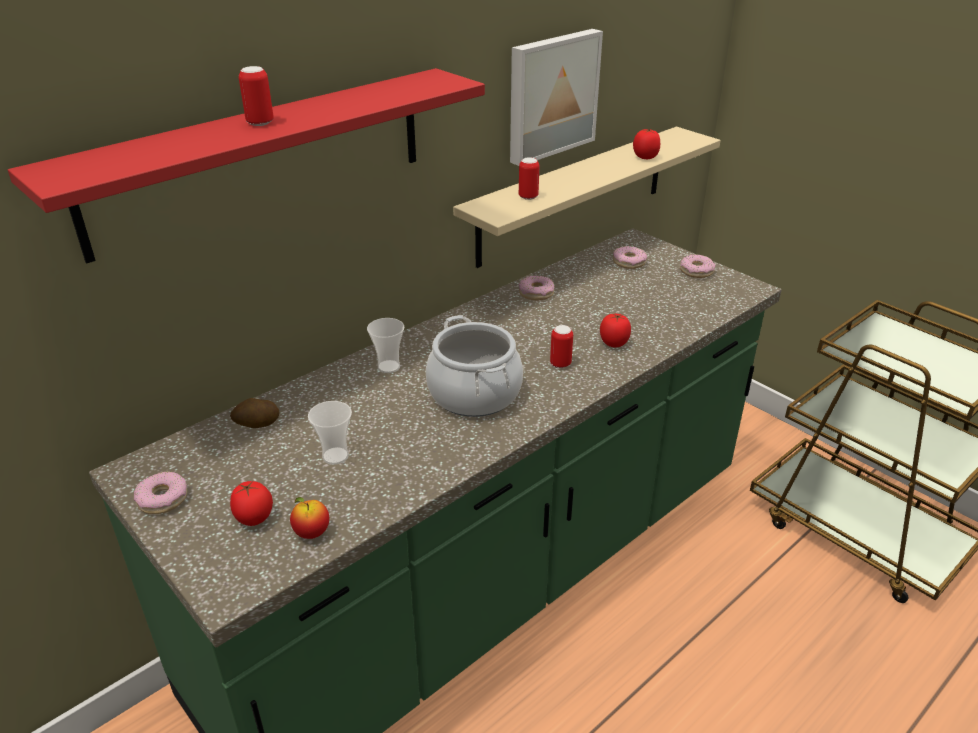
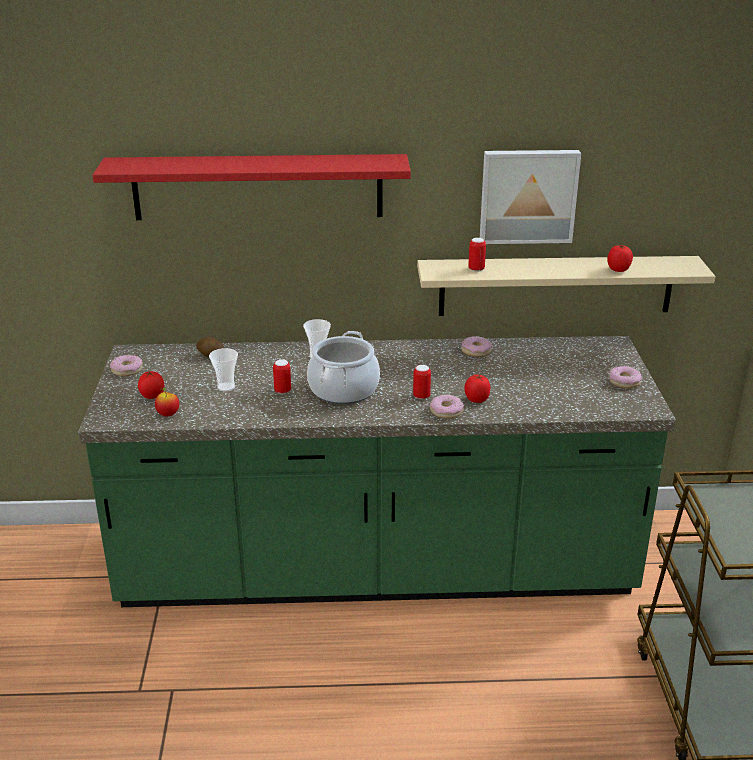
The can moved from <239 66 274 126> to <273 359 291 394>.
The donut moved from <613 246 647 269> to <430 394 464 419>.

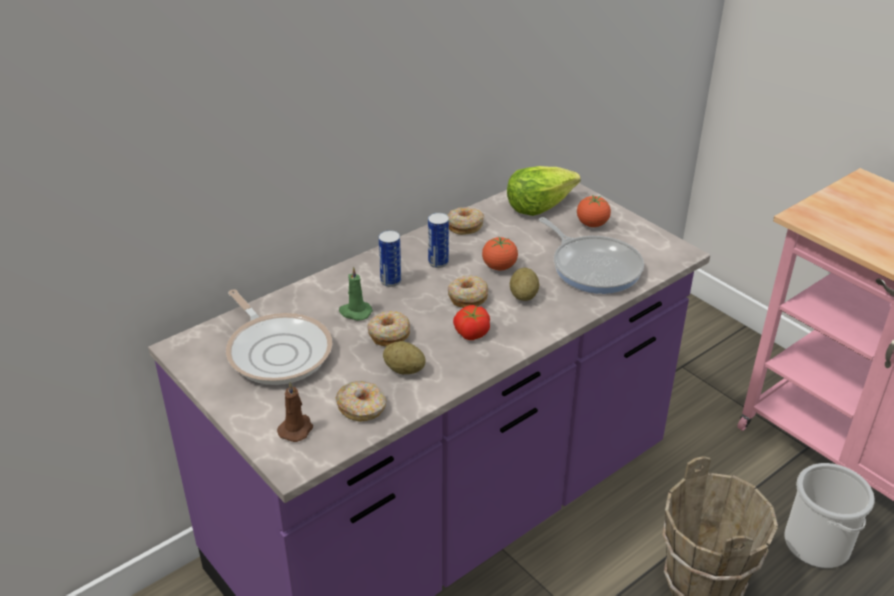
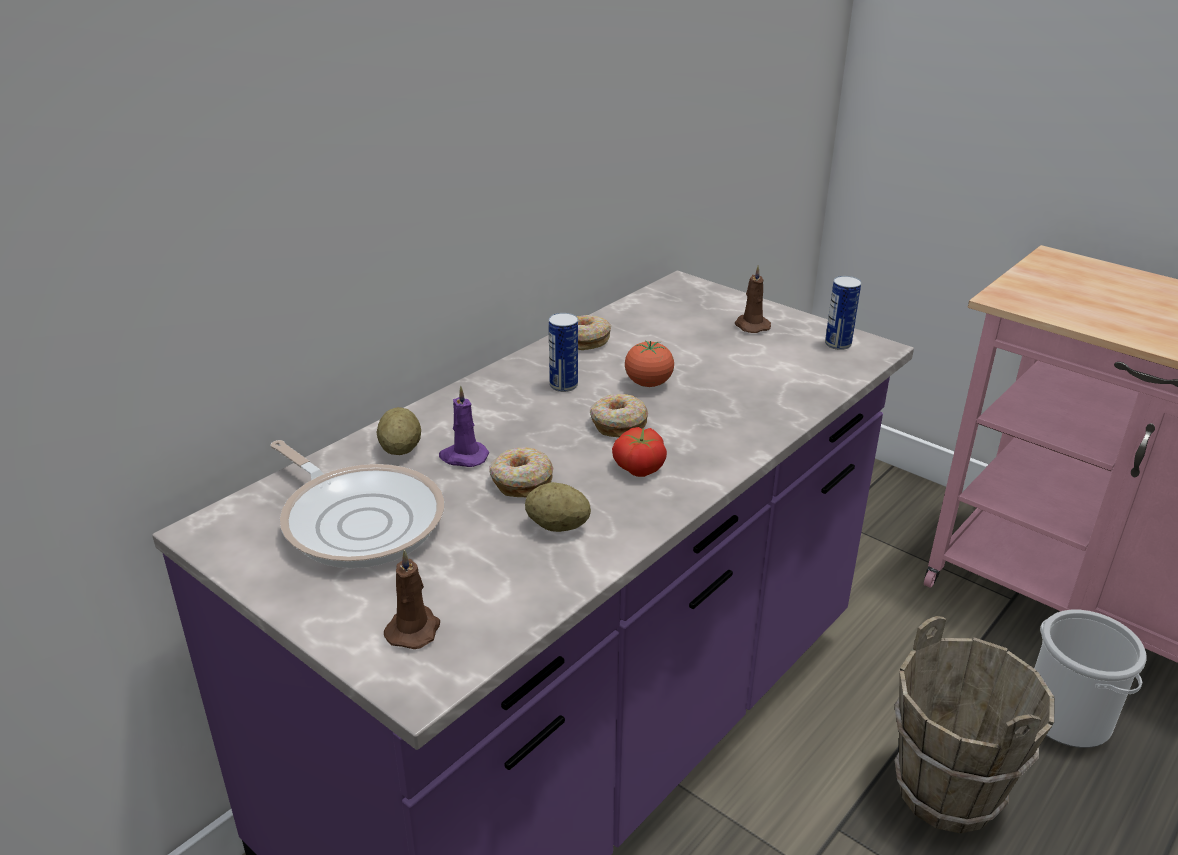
The lettuce at <507 166 581 216> disappeared.
The tomato at <577 195 611 227> was replaced by the brown candle at <735 265 771 333>.
The frying pan at <539 217 644 294> disappeared.
The can moved from <379 230 401 287> to <825 276 861 350>.
The green candle at <339 266 373 321> became the purple candle at <439 386 489 467>.
The potato moved from <510 268 539 301> to <377 407 421 455>.
The donut at <336 381 387 422> disappeared.

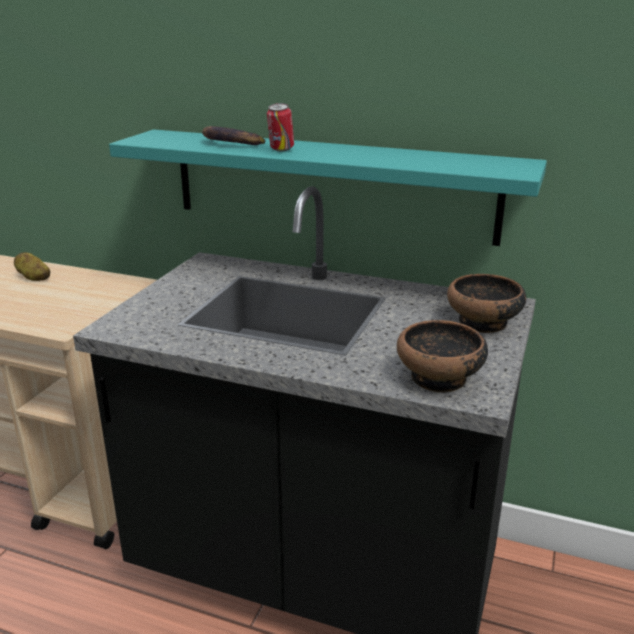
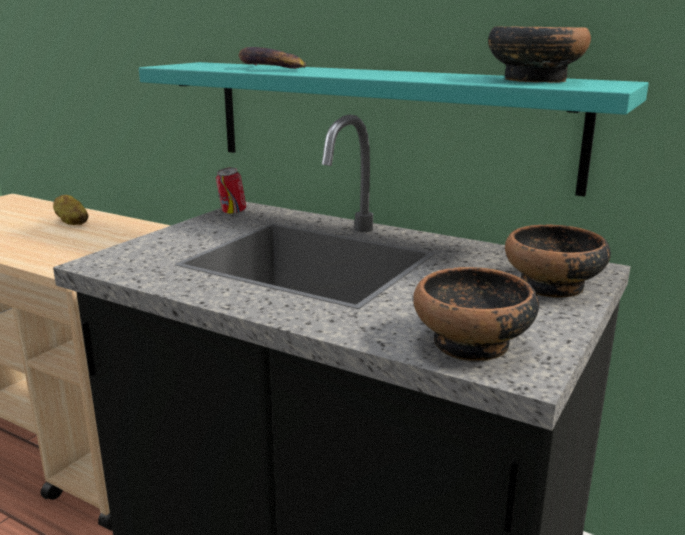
The can moved from <267 103 294 152> to <216 167 246 215>.
The bowl at <488 26 591 83> appeared.

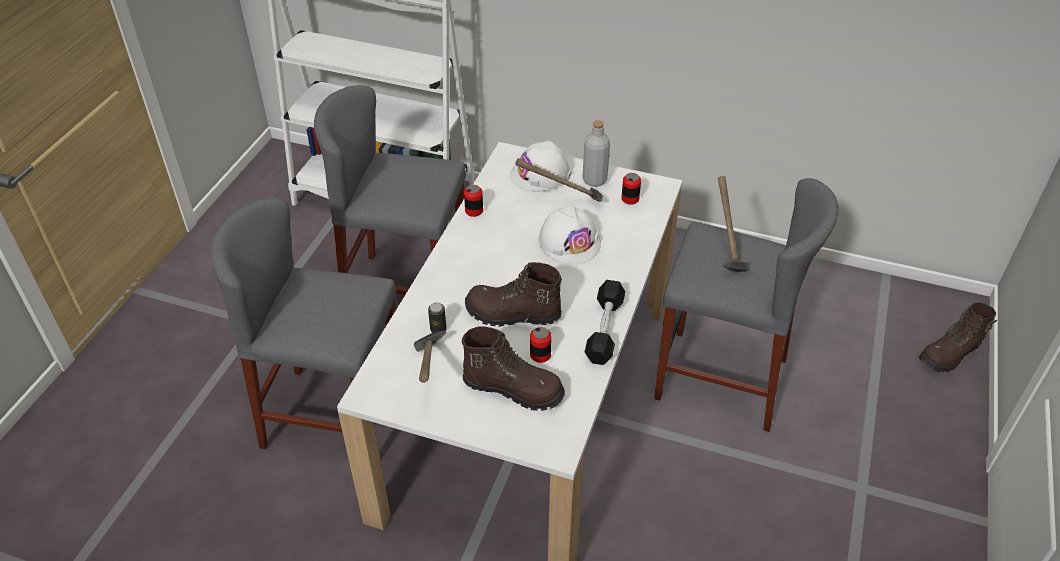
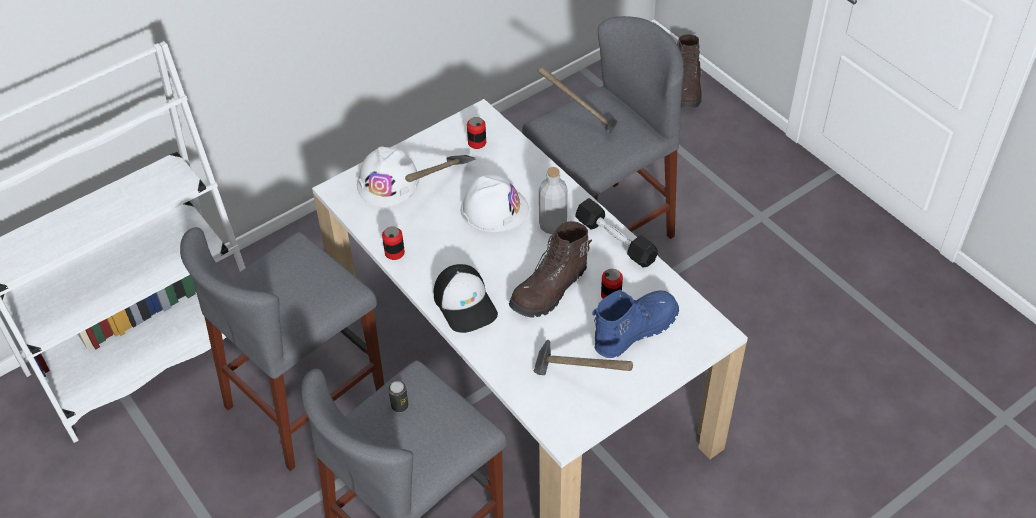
The grey bottle moved from <582 120 610 187> to <539 167 568 234>.
The can moved from <428 302 447 333> to <388 381 408 413>.
The brown boot at <462 326 565 411> became the blue boot at <592 290 679 358>.
The cap at <434 264 498 333> appeared.

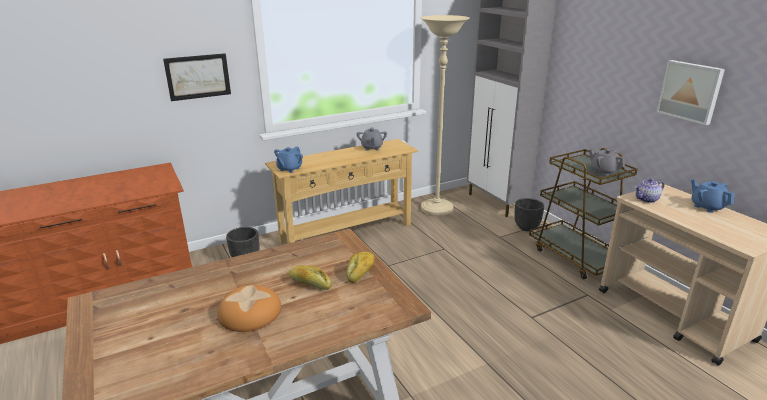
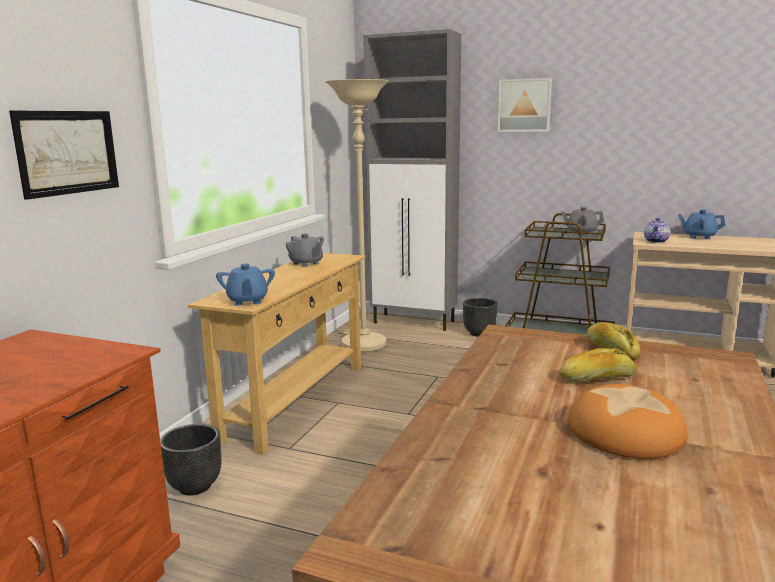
The picture moved from <657 60 725 125> to <498 78 552 132>.

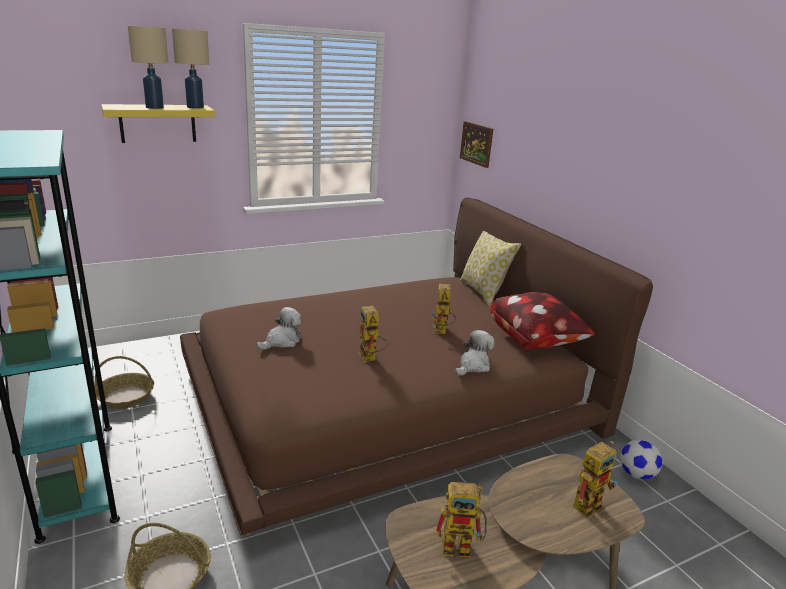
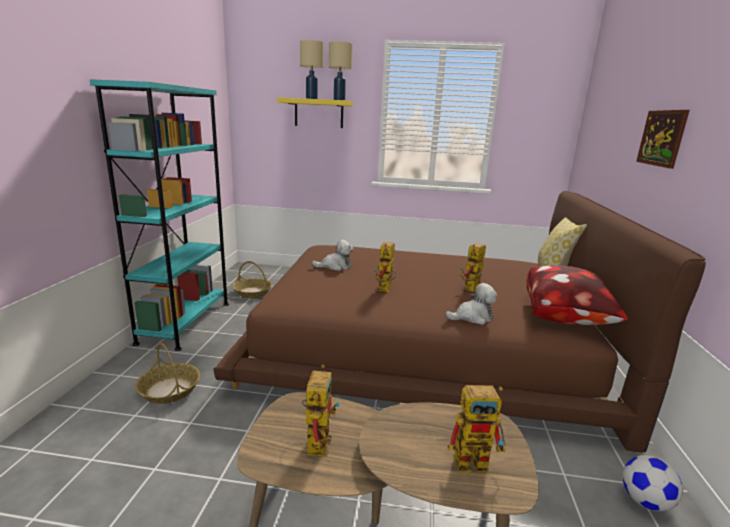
The picture moved from <460 121 493 168> to <636 110 690 169>.
The toy robot at <434 482 487 558> turned 120 degrees counterclockwise.

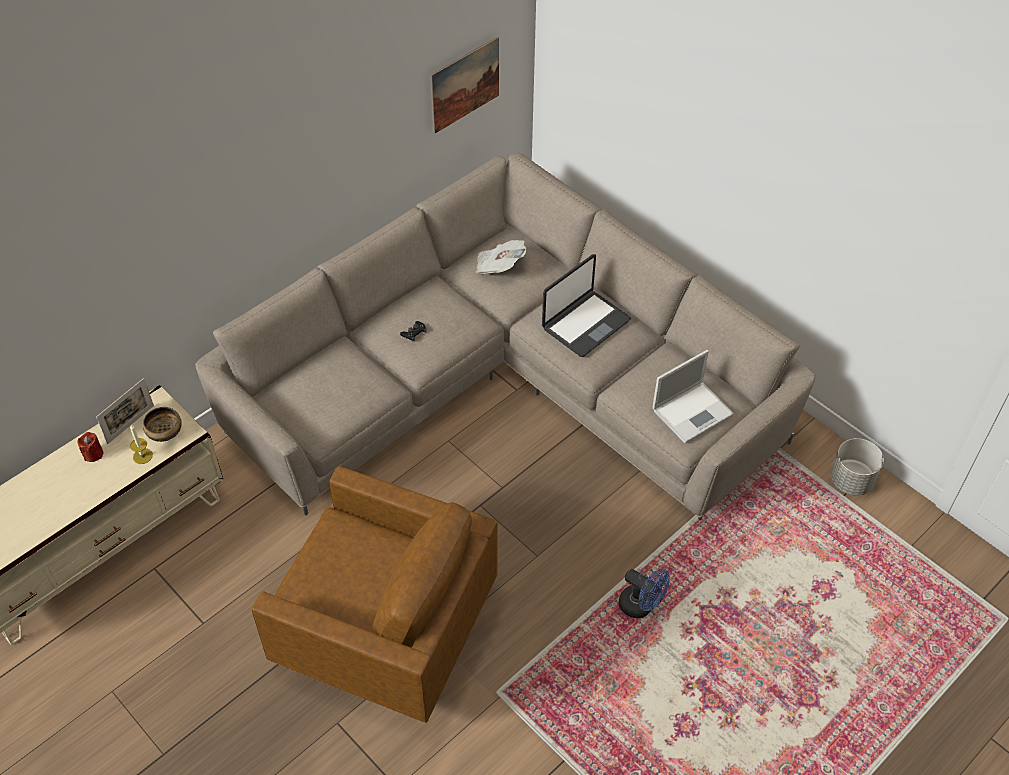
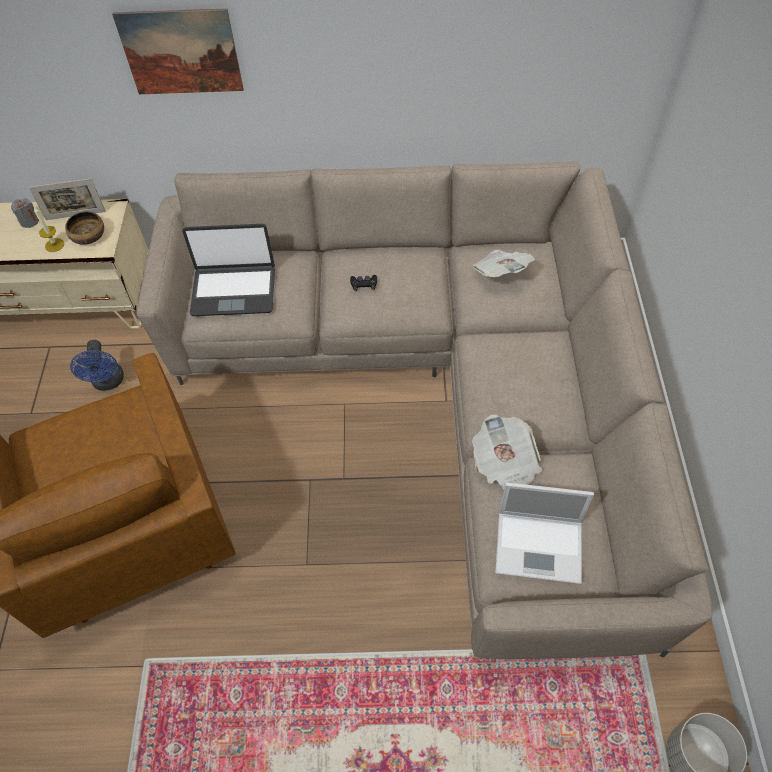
The picture moved from <431 36 499 133> to <112 8 244 94>.
The laptop moved from <542 254 631 357> to <182 224 275 316>.
The red candle at <78 432 103 462> became the grey candle at <11 198 39 228>.
The blue fan moved from <618 569 670 618> to <70 340 124 391>.
The newspaper at <472 414 542 490> appeared.

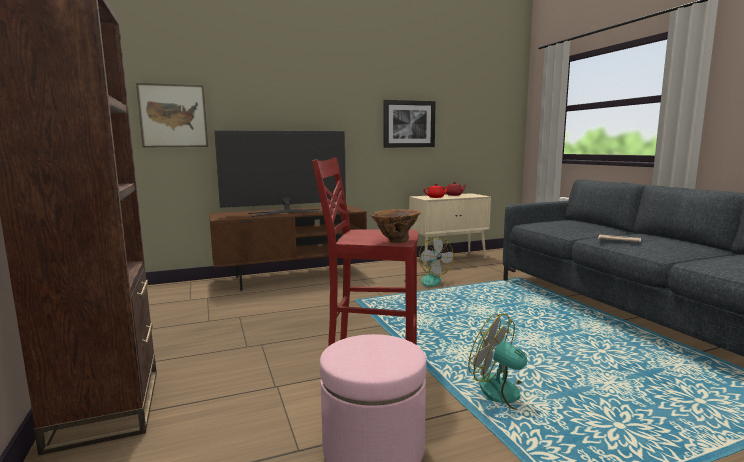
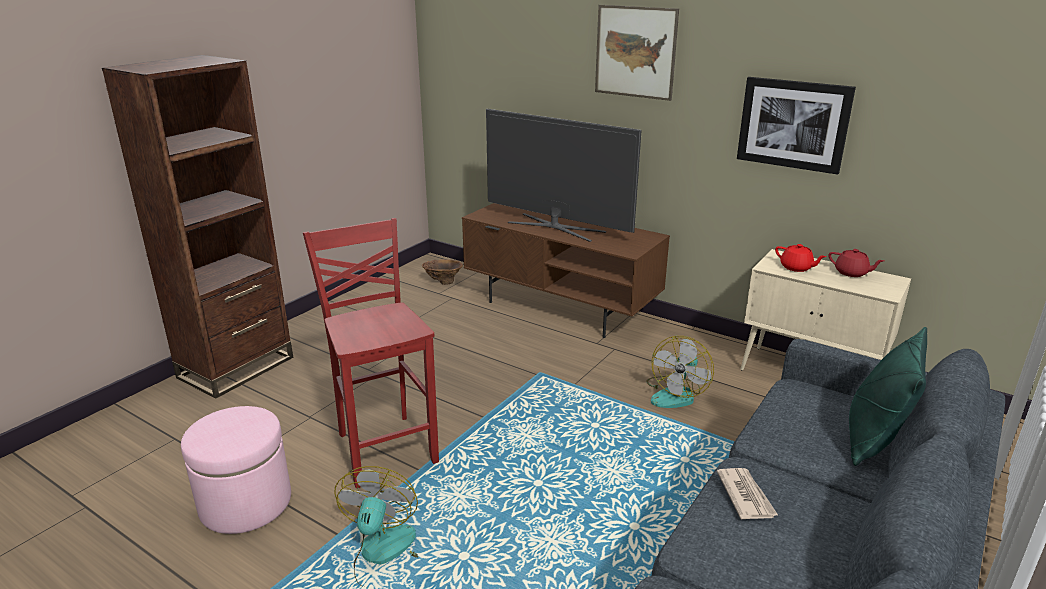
The picture moved from <136 83 208 147> to <595 5 679 101>.
The brown vase moved from <371 209 421 243> to <422 260 463 285>.
The green pillow at <849 327 927 466> appeared.

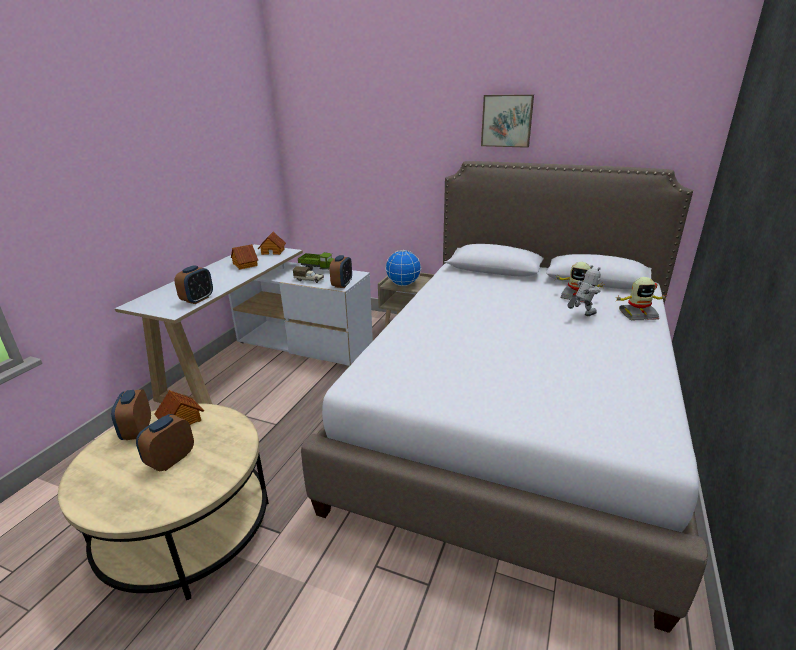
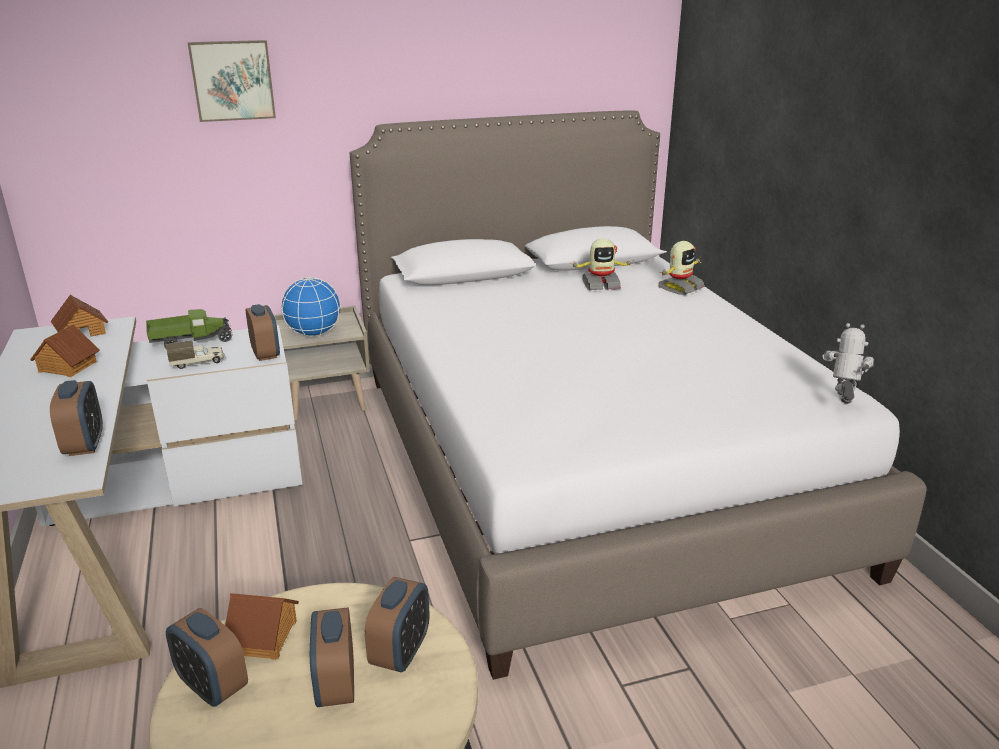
The picture moved from <481 95 534 148> to <188 40 276 122>.
The toy robot moved from <567 265 601 316> to <823 323 874 404>.
The alarm clock at <365 577 429 672> appeared.

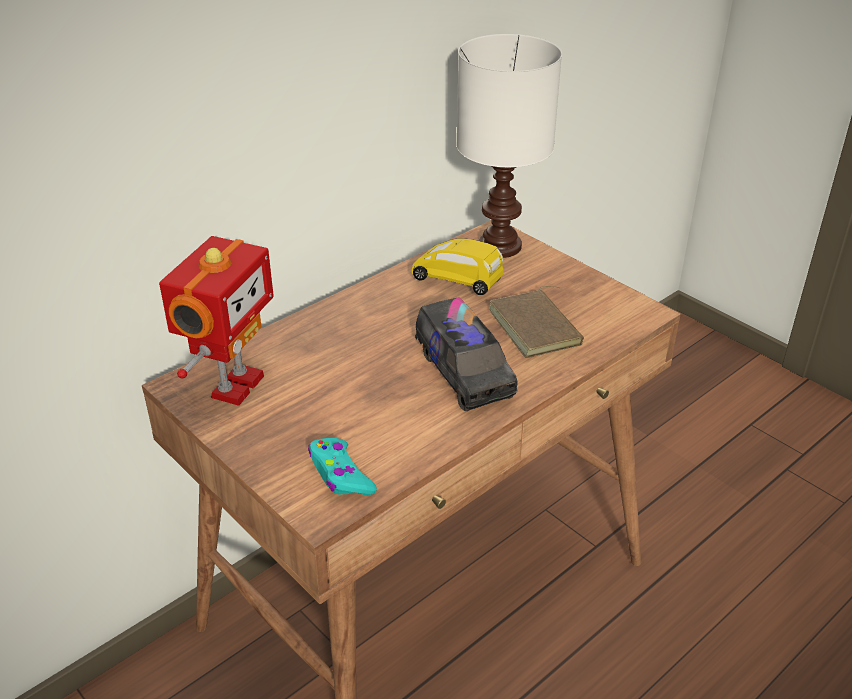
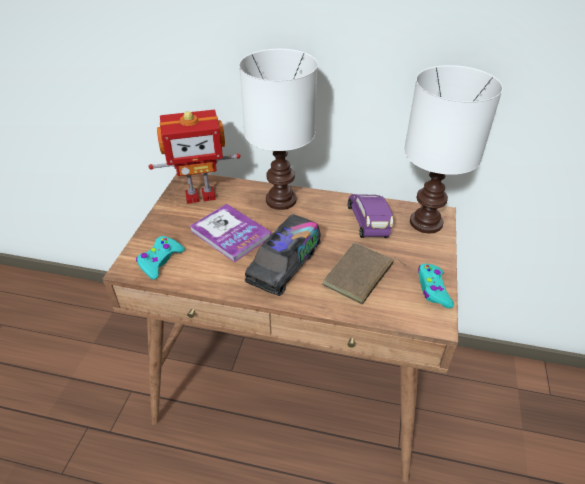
The yellow toy car at <412 238 504 295> became the purple toy car at <348 194 393 238>.
The white table lamp at <239 49 318 210> appeared.
The book at <190 204 272 262> appeared.
The turquoise game controller at <418 264 454 308> appeared.

